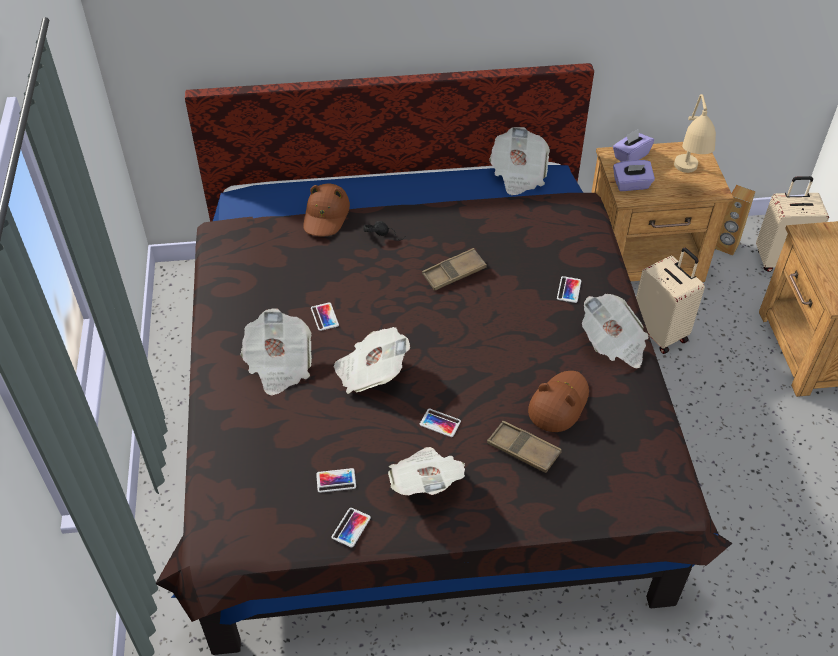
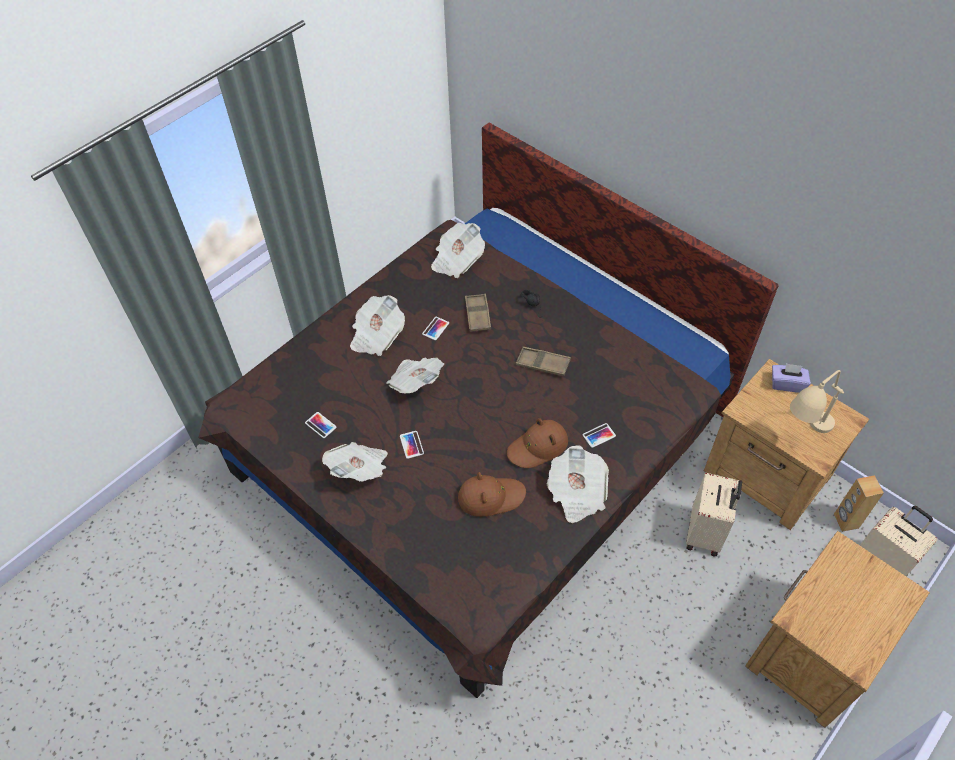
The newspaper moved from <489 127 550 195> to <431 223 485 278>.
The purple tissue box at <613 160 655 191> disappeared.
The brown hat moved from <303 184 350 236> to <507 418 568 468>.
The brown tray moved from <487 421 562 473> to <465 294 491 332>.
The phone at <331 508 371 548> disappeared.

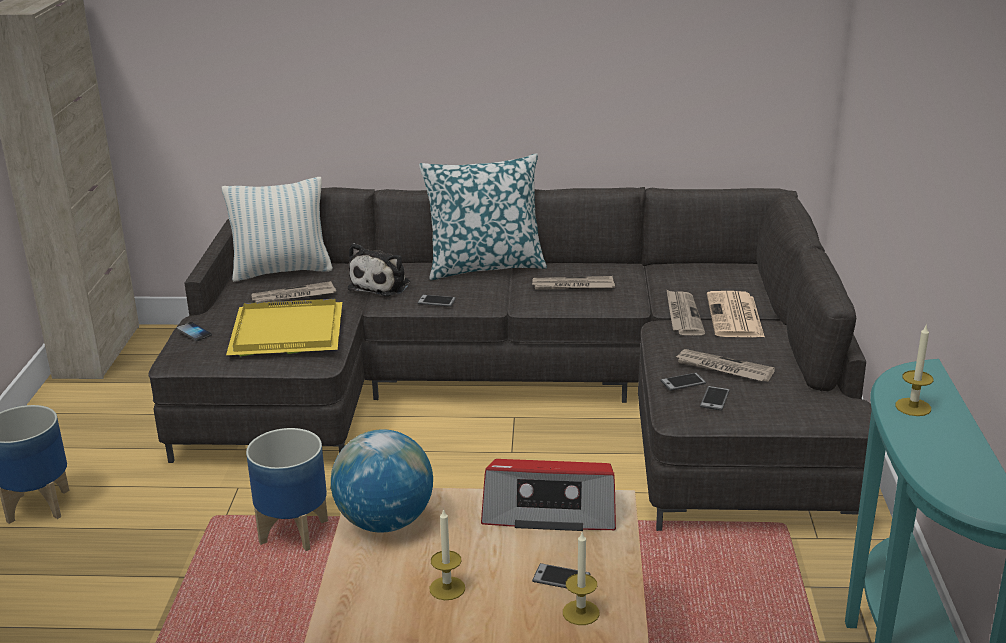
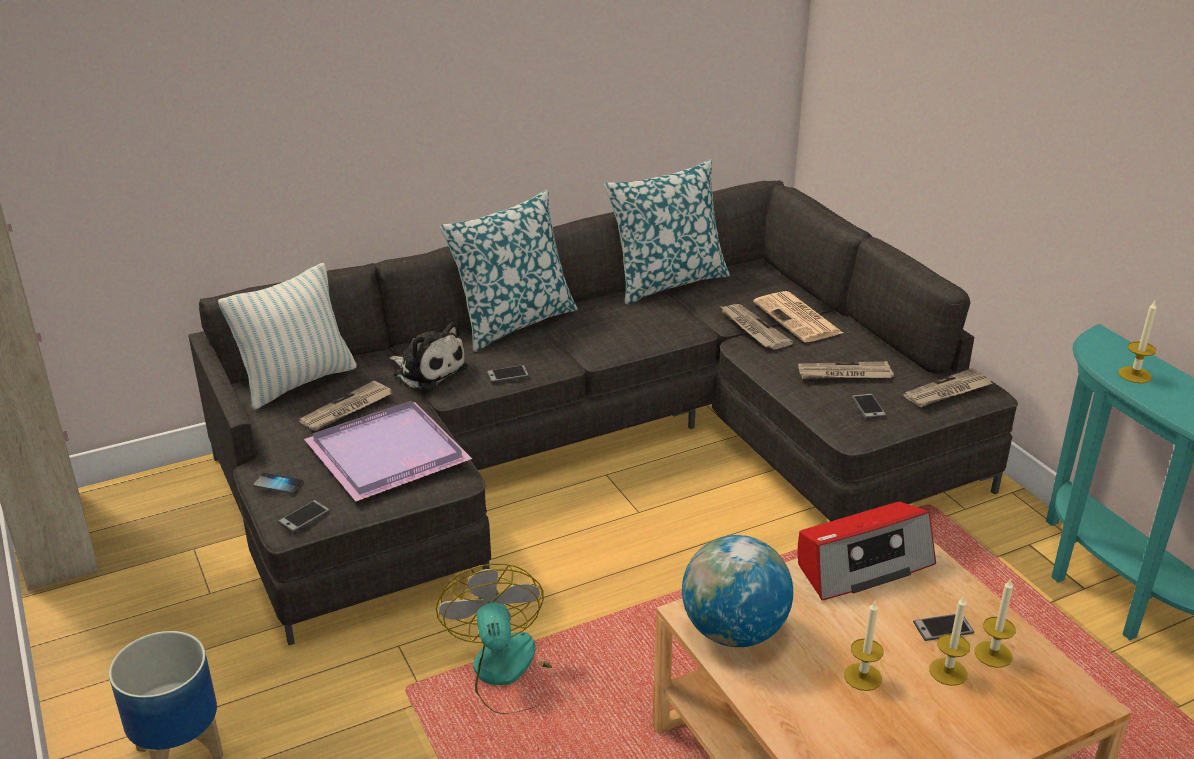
The plush toy at <348 243 410 296> turned 45 degrees counterclockwise.
The newspaper moved from <532 276 615 290> to <903 368 993 407>.
The yellow tray at <226 299 342 356> became the purple tray at <304 401 472 501>.
The phone moved from <660 373 706 391> to <278 500 330 532>.
The planter at <246 428 328 551> was replaced by the fan at <436 564 552 714>.
The pillow at <604 159 730 305> appeared.
The candle at <929 596 970 686> appeared.

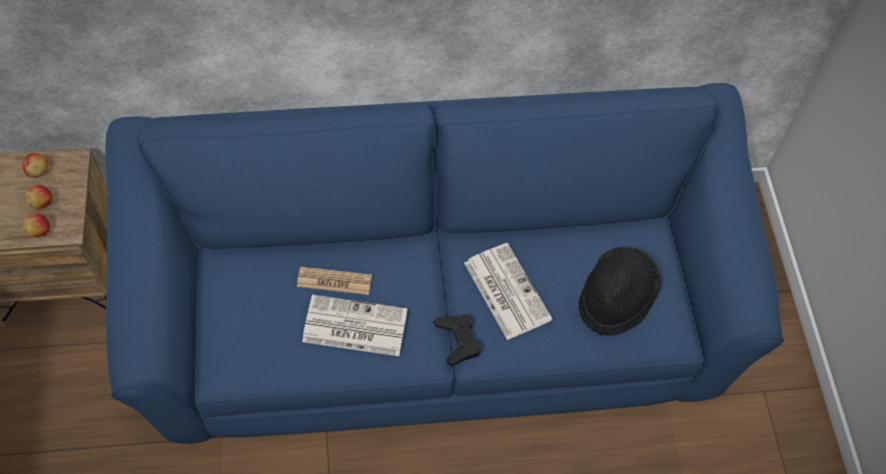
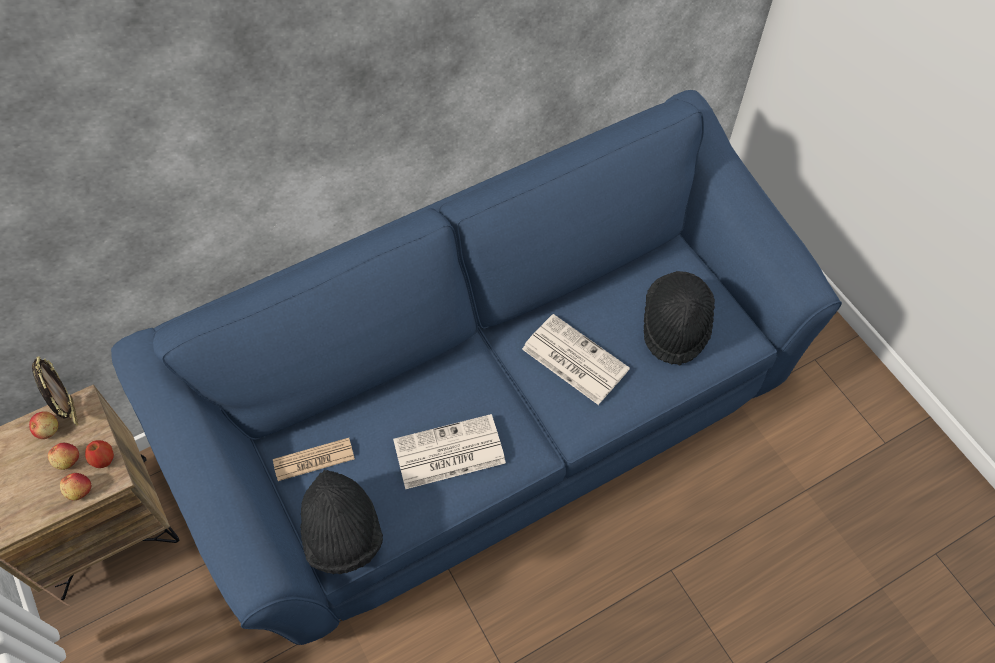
The newspaper moved from <297 267 372 295> to <273 438 355 481>.
The black game controller at <434 314 482 366> disappeared.
The picture frame at <32 357 78 426> appeared.
The apple at <85 440 114 468> appeared.
The black hat at <300 470 383 574> appeared.

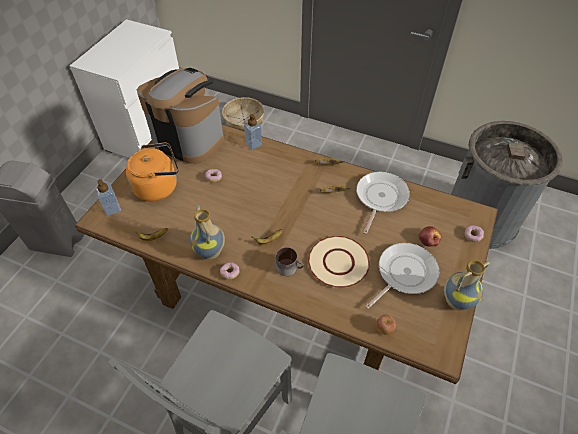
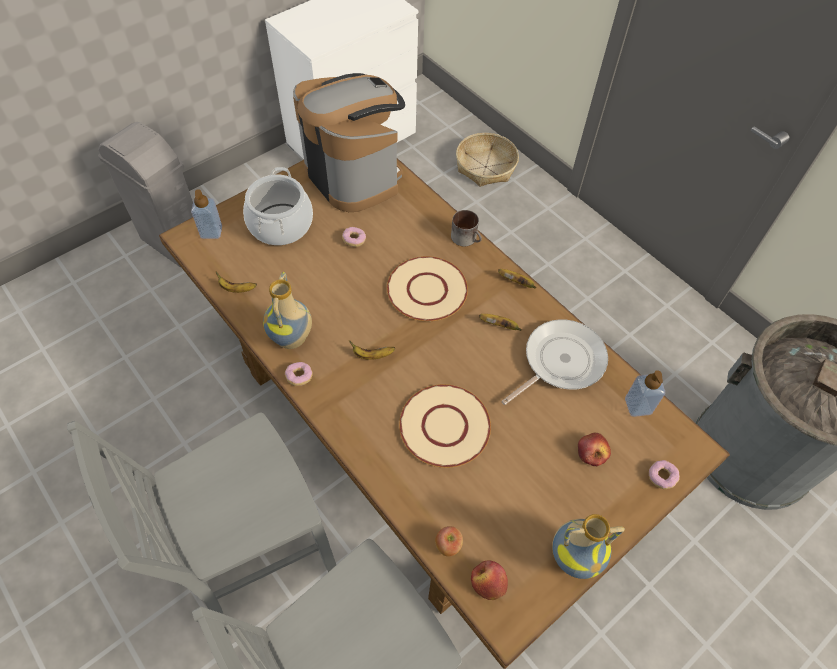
The soap dispenser moved from <244 114 262 150> to <625 370 665 417>.
The orange kettle at <126 142 178 201> was replaced by the cooking pot at <243 167 313 245>.
The frying pan at <365 243 439 309> disappeared.
The mug moved from <276 247 304 276> to <451 210 482 246>.
The beige plate at <387 256 468 321> appeared.
The apple at <471 560 508 600> appeared.

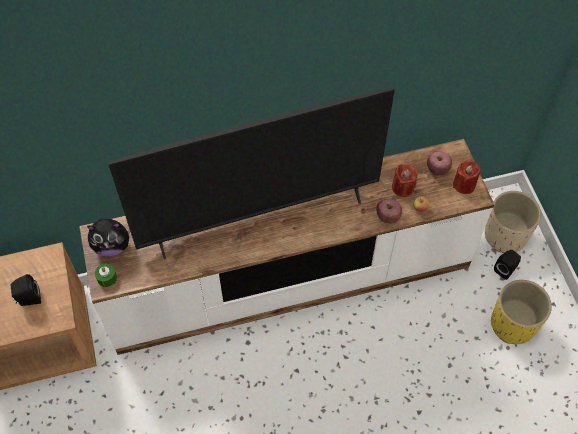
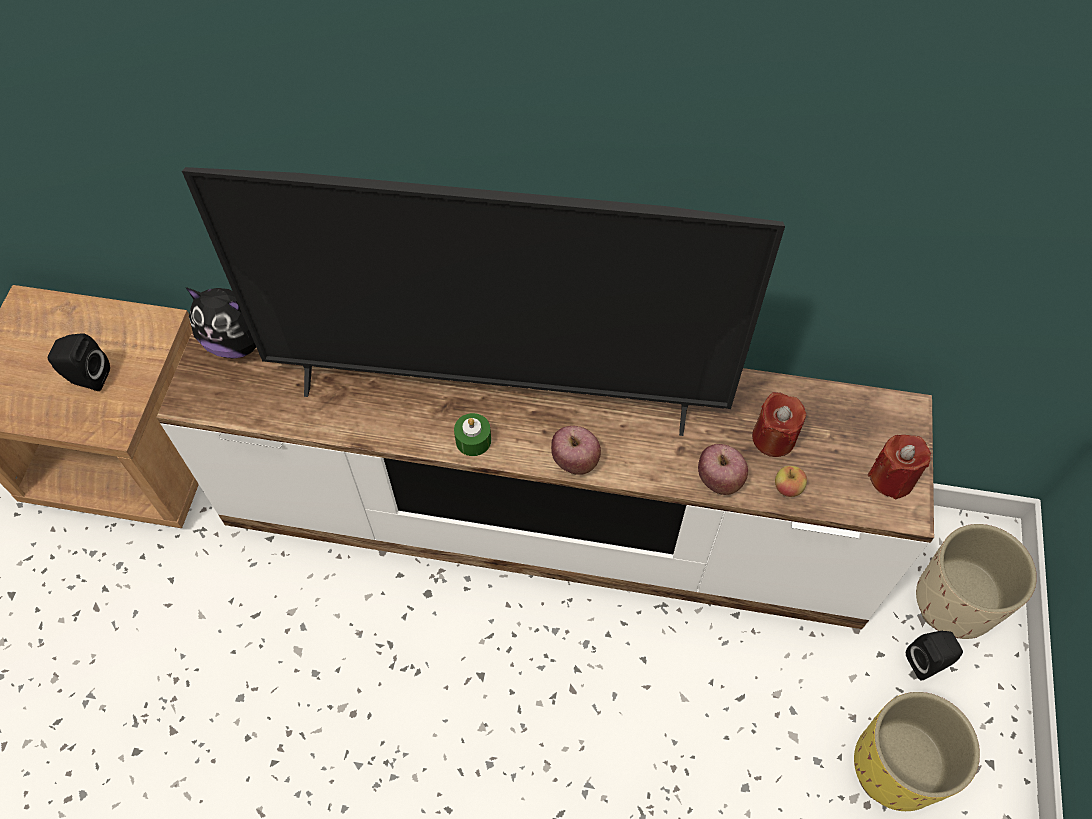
The apple moved from <427 151 452 175> to <551 426 601 475>.
The green candle moved from <95 264 117 287> to <454 413 491 456>.

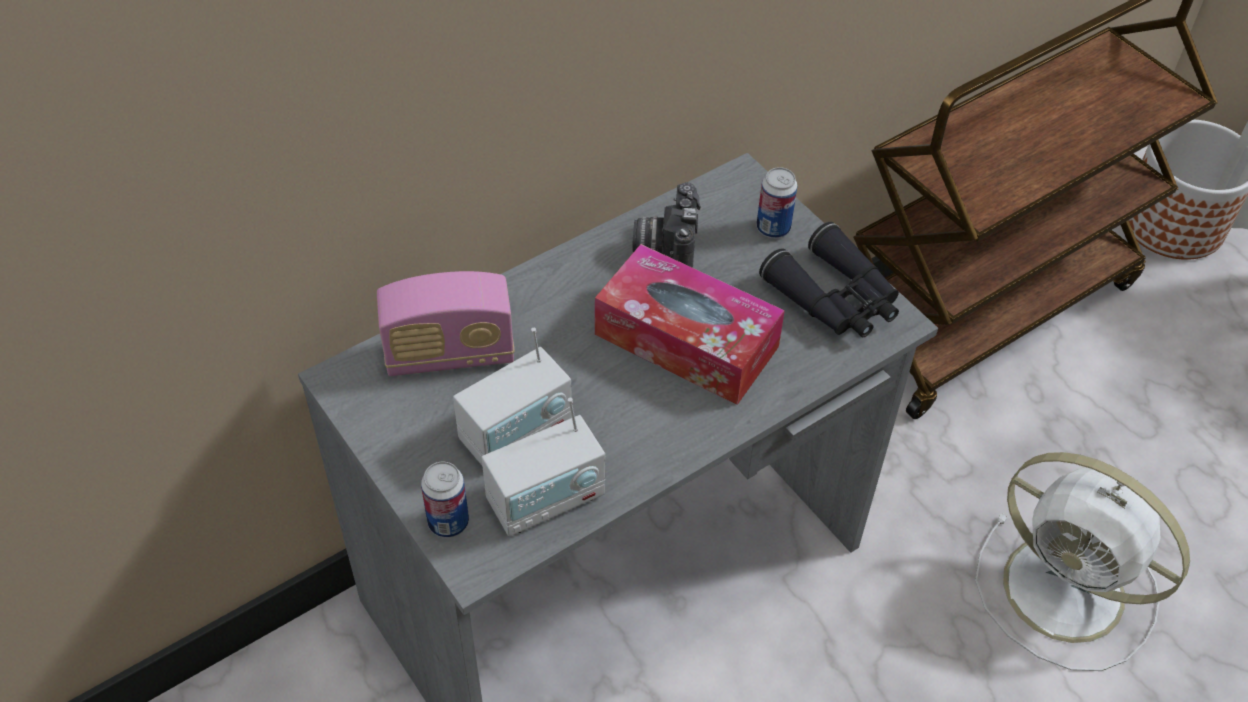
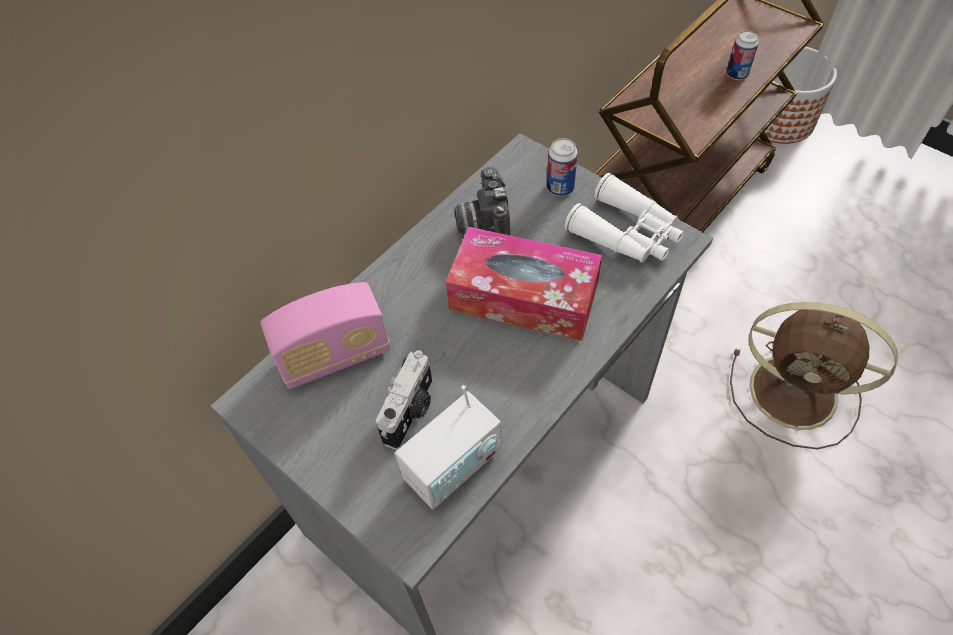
The black binoculars at <759 222 899 337> became the white binoculars at <564 173 684 263>.
The radio at <453 328 572 465> was replaced by the photo camera at <375 350 433 450>.
The white fan at <975 452 1190 671> became the brown fan at <730 302 898 450>.
The can moved from <421 461 469 538> to <726 30 759 80>.

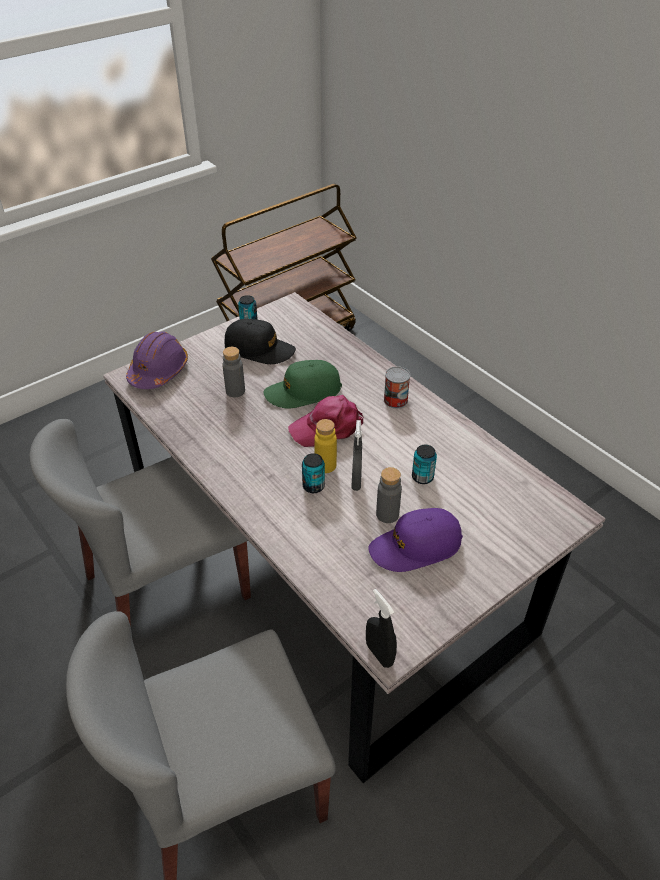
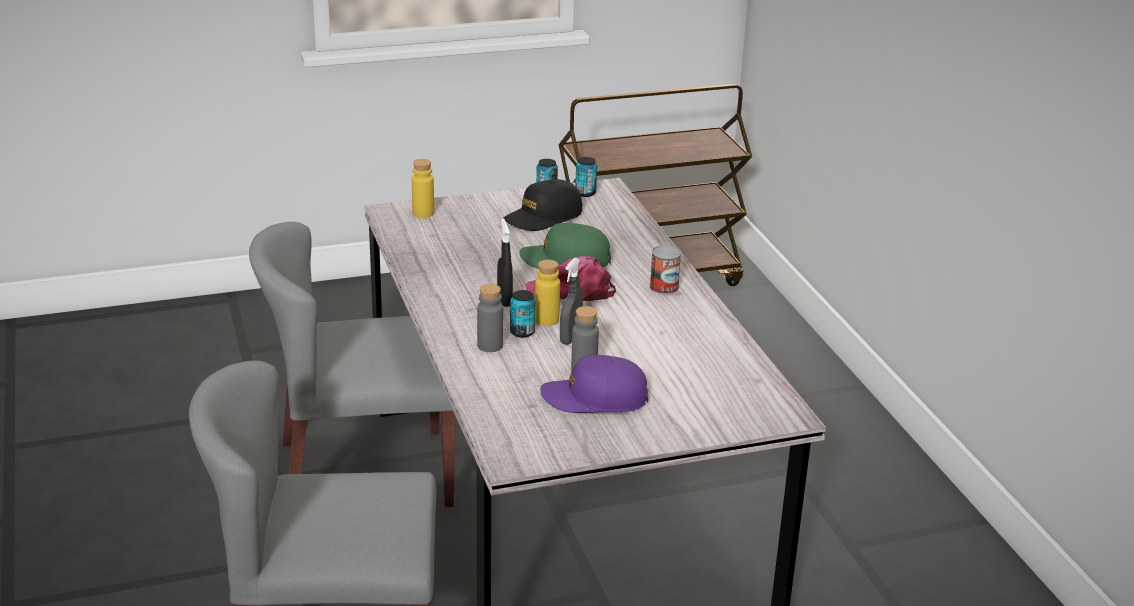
The black cap at <224 319 296 364> turned 105 degrees clockwise.
The purple hard hat at <126 331 188 389> was replaced by the yellow bottle at <412 159 434 218>.
The grey bottle moved from <222 347 245 397> to <477 284 503 352>.
The can moved from <412 445 437 484> to <575 157 597 197>.
The black spray bottle moved from <366 589 397 668> to <497 218 513 307>.

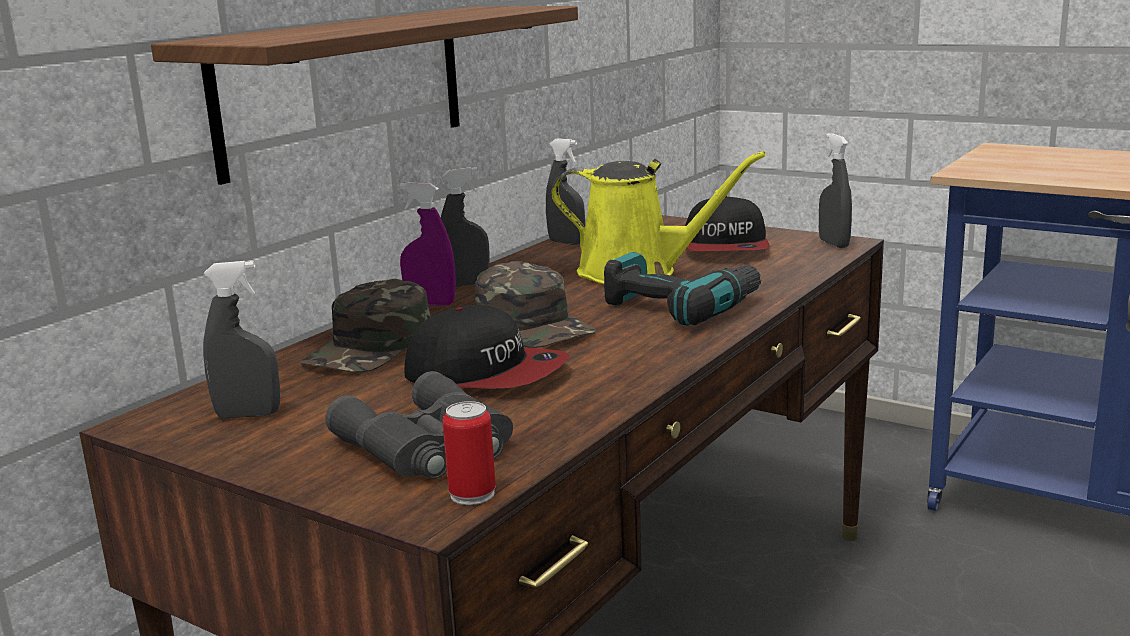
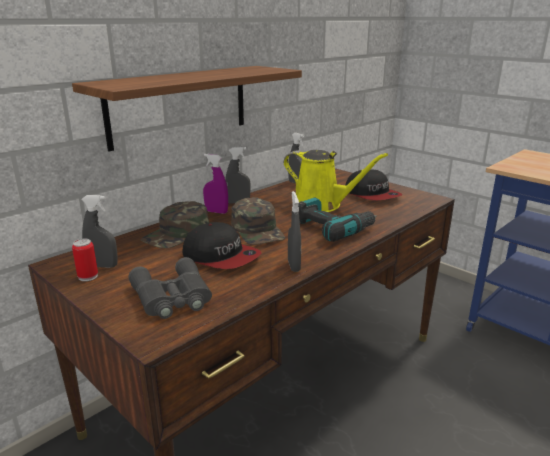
The grey spray bottle moved from <819 133 852 248> to <288 191 301 272>.
The cap at <685 196 770 251> turned 45 degrees counterclockwise.
The can moved from <443 401 496 505> to <72 239 98 281>.

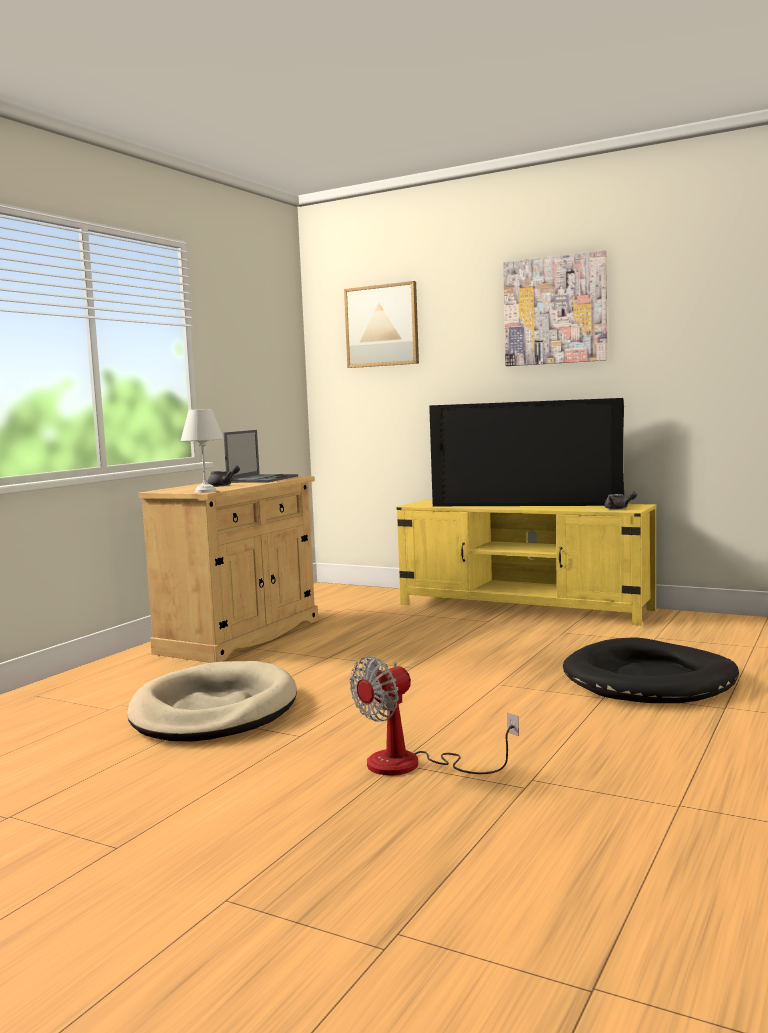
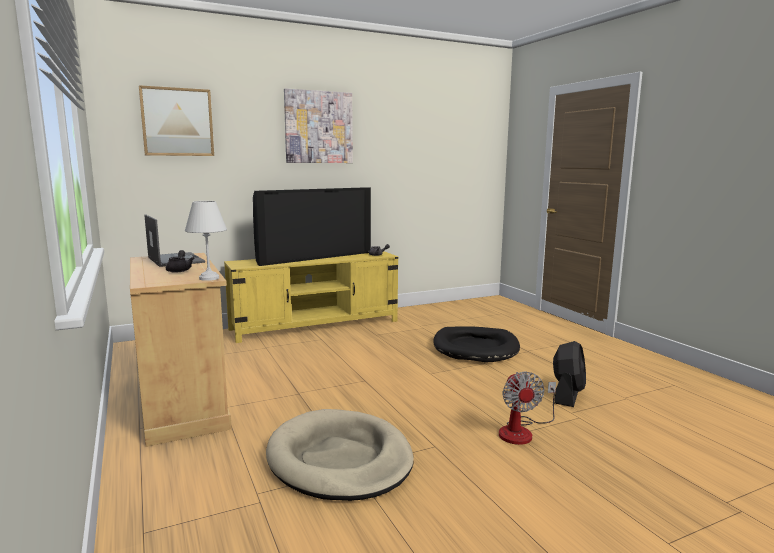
The black fan at <553 341 586 407> appeared.

